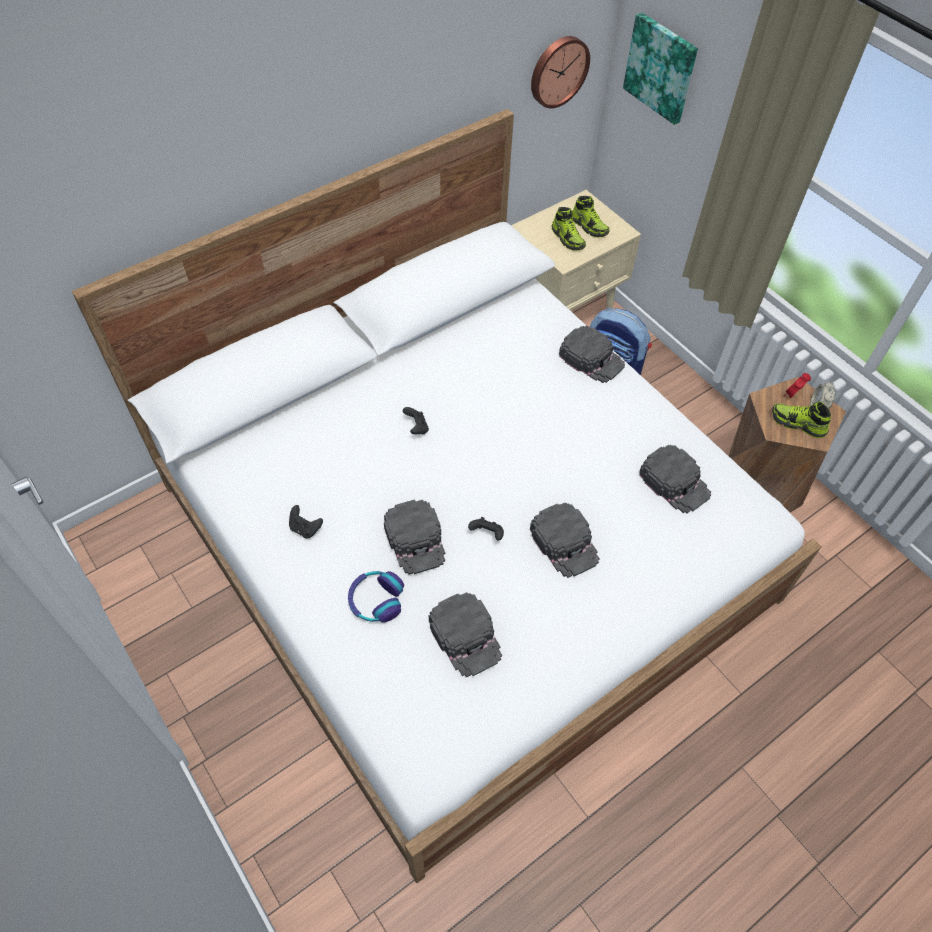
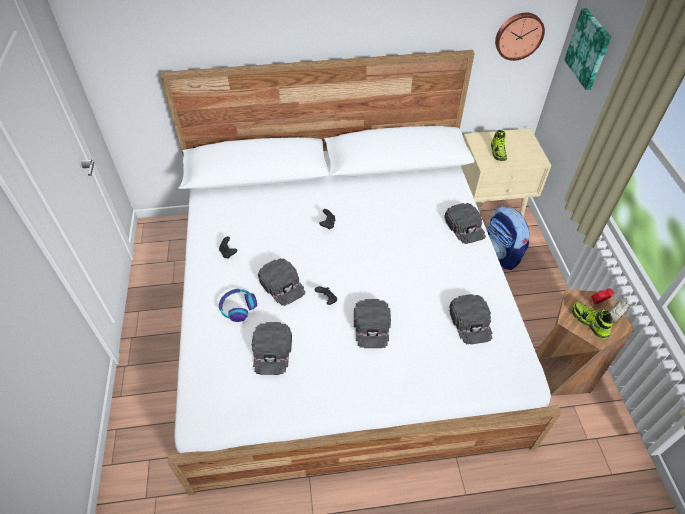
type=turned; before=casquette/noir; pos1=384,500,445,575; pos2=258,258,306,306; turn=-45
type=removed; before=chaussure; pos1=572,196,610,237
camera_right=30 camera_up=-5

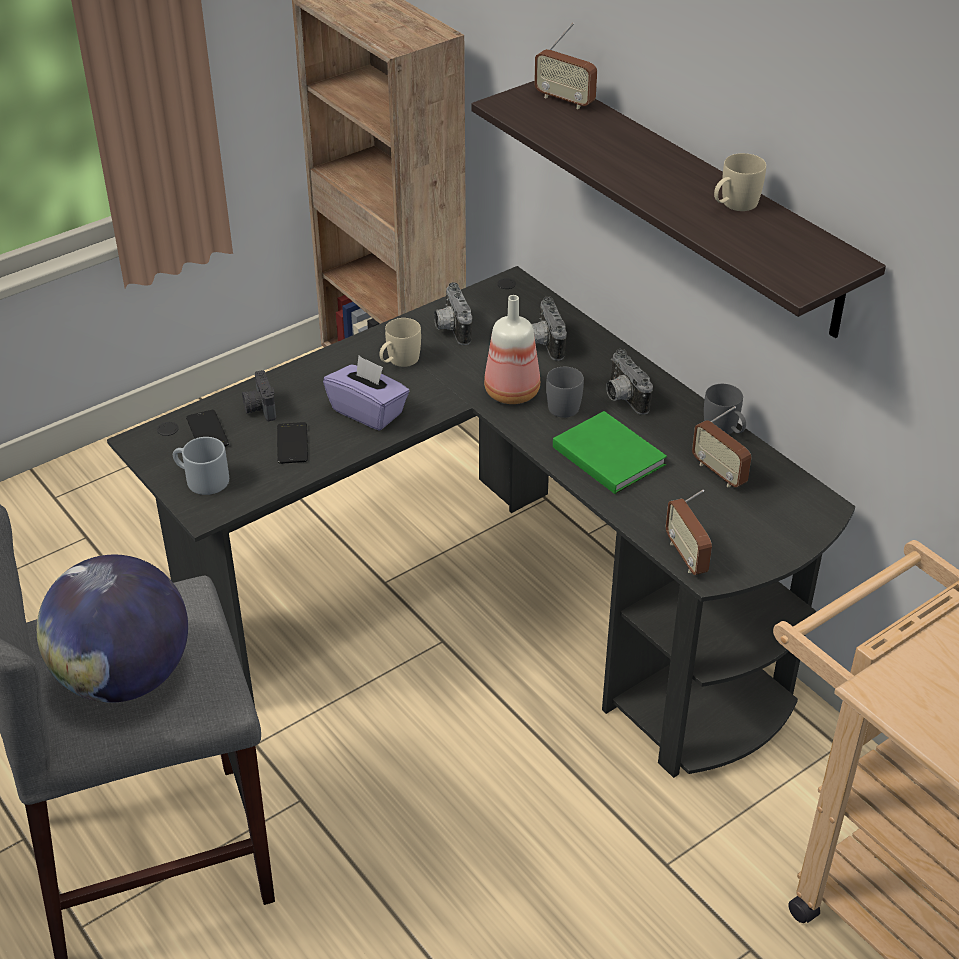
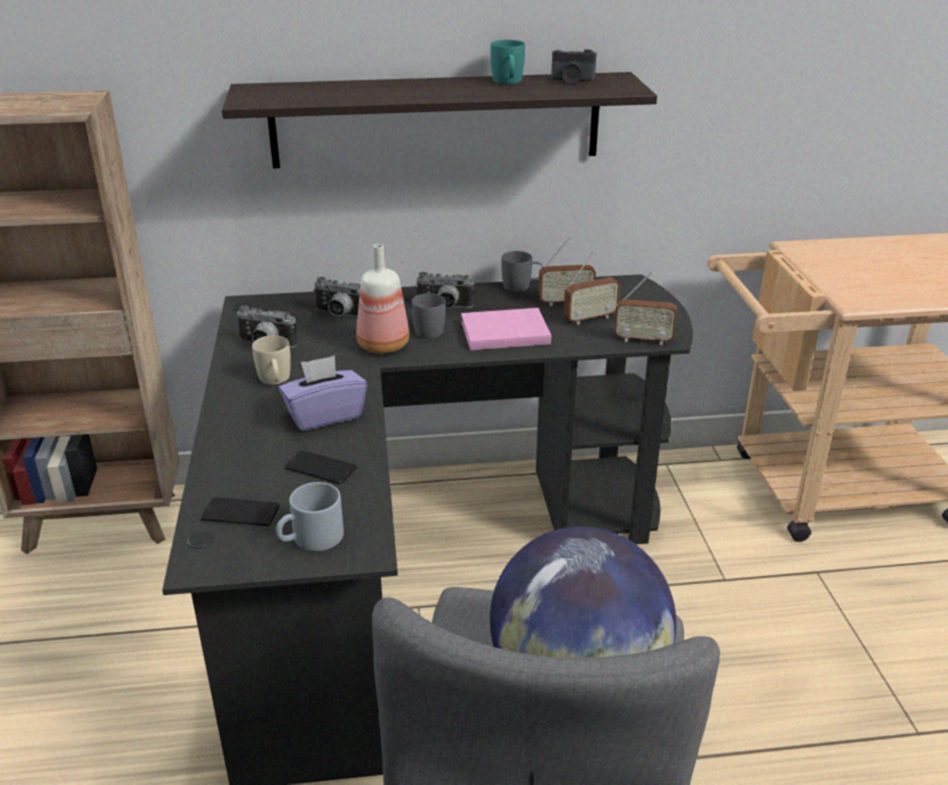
type=moved; before=appareil photo; pos1=242,370,276,421; pos2=551,49,597,84
type=moved; before=radio; pos1=534,22,597,109; pos2=564,253,620,325
type=recoloured; before=livre/vert; after=livre/rose; pos1=553,411,667,494; pos2=461,308,551,350
type=recoloured; before=mug/beige; after=mug/turquoise; pos1=714,153,766,211; pos2=491,40,525,84
camera_right=-60 camera_up=-10

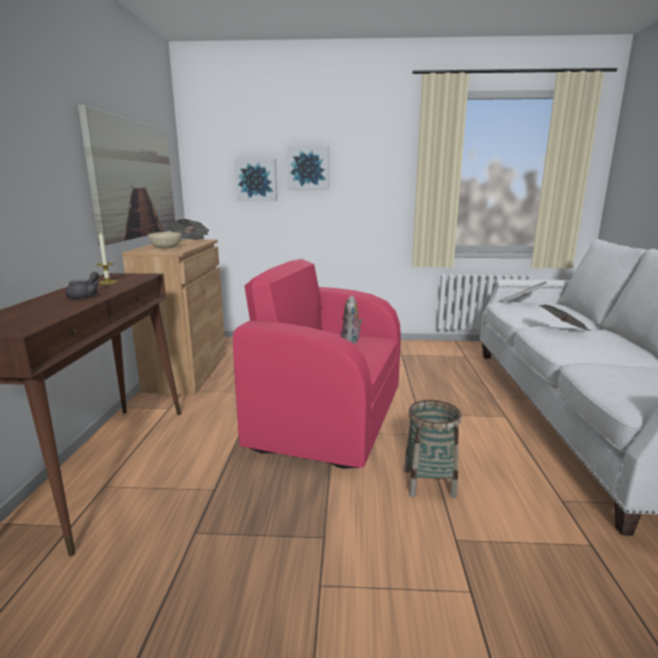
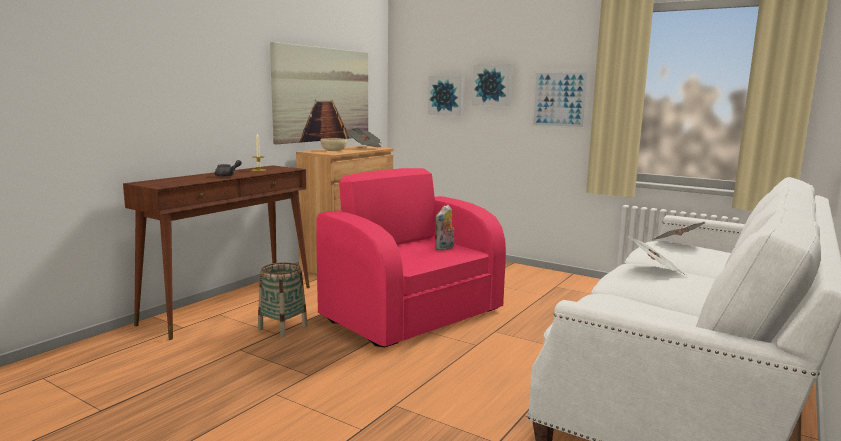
type=moved; before=panier; pos1=404,400,462,498; pos2=258,263,308,337
type=added; after=tableau; pos2=532,71,589,129
camera_right=30 camera_up=-5

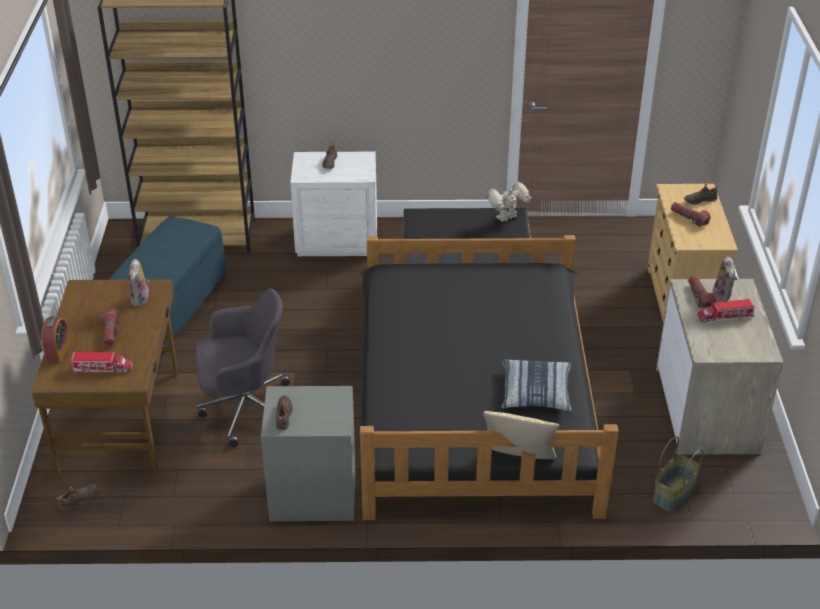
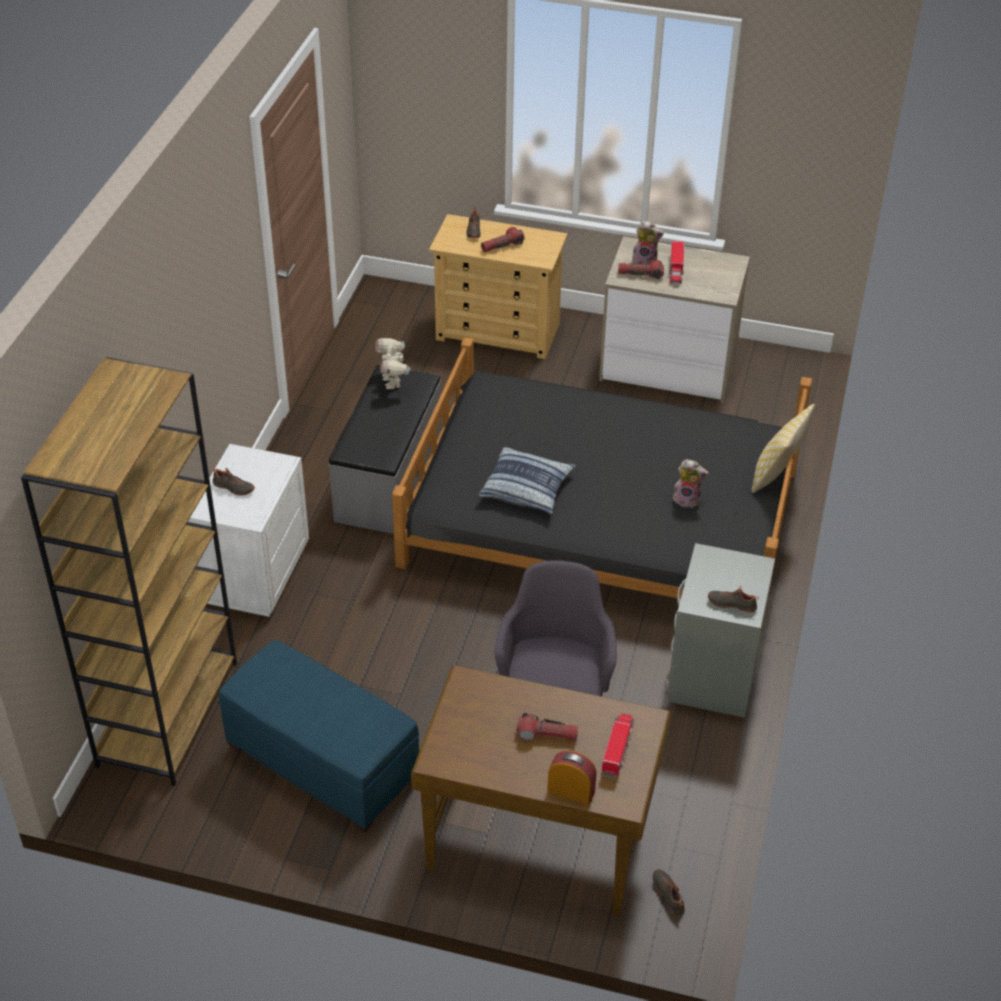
type=moved; before=peluche; pos1=129,259,150,307; pos2=673,459,709,508
type=moved; before=coussin; pos1=501,359,573,412; pos2=478,447,576,514
type=removed; before=panier; pos1=653,436,703,512
camera_right=-75 camera_up=5

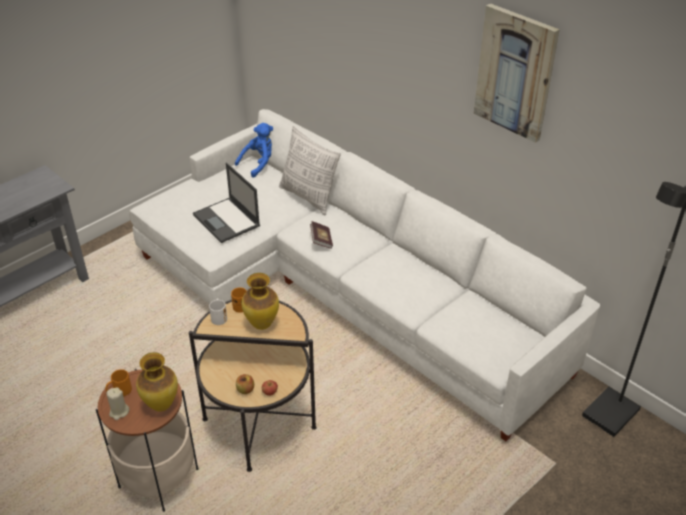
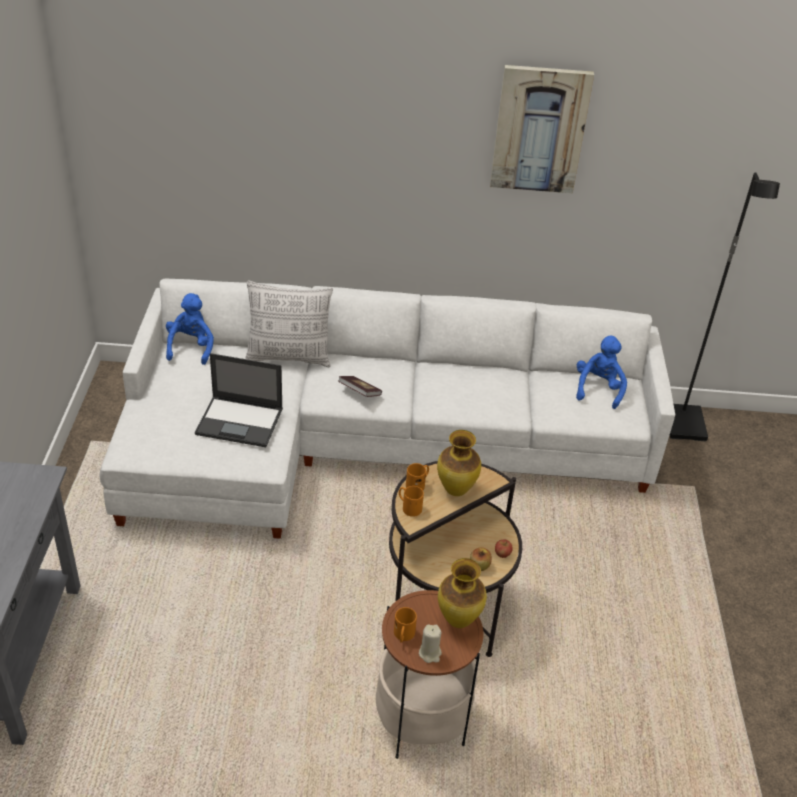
type=recoloured; before=mug/blanc; after=mug/orange; pos1=209,298,227,325; pos2=399,486,424,517
type=added; after=peluche/bleu; pos2=576,335,627,409
camera_right=-45 camera_up=0

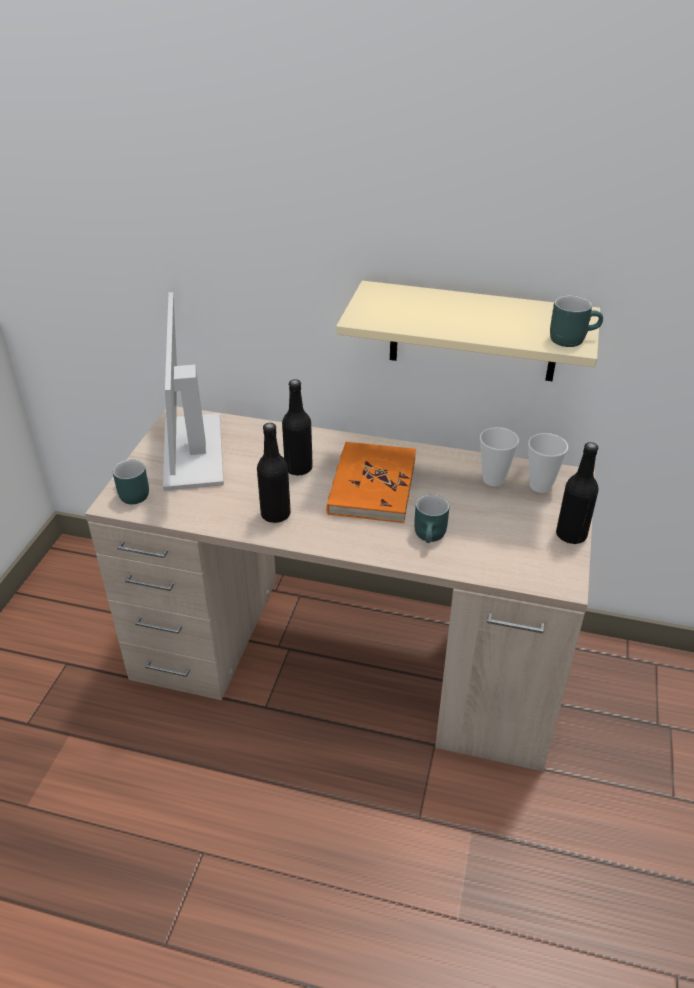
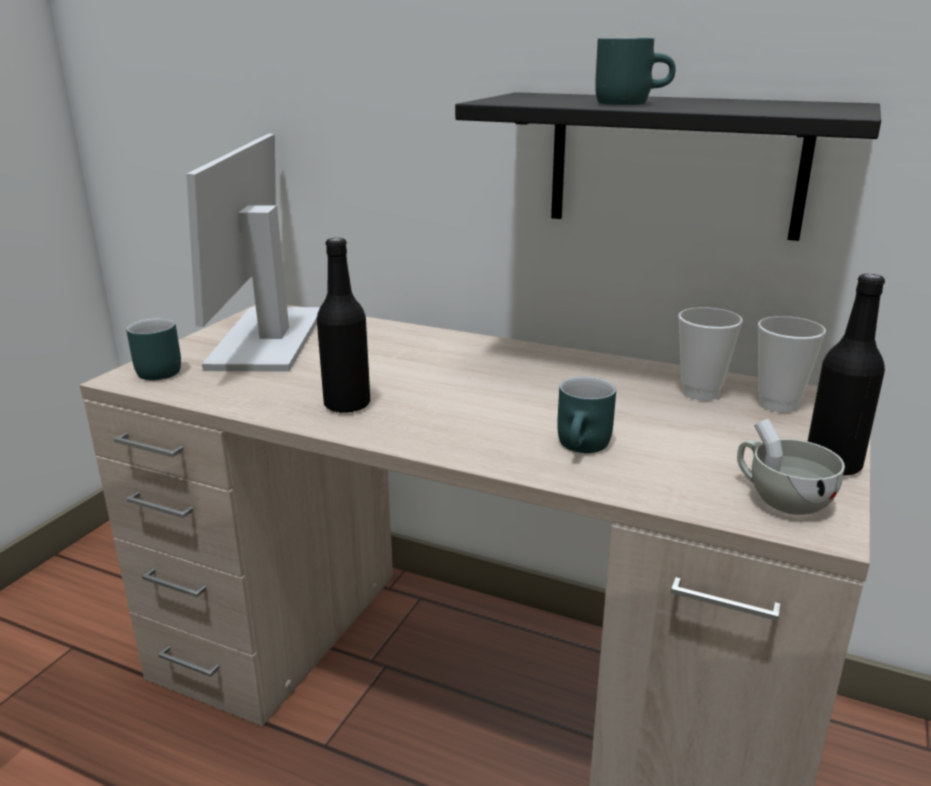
type=removed; before=bouteille/noir; pos1=282,379,313,475
type=removed; before=livre/orange; pos1=326,442,416,523
type=recoloured; before=étagère/beige; after=étagère/noir; pos1=336,281,600,381; pos2=455,92,881,241
type=moved; before=mug/turquoise; pos1=550,295,603,347; pos2=595,38,676,105
type=added; after=tasse/blanc; pos2=737,419,845,515
camera_right=10 camera_up=-15

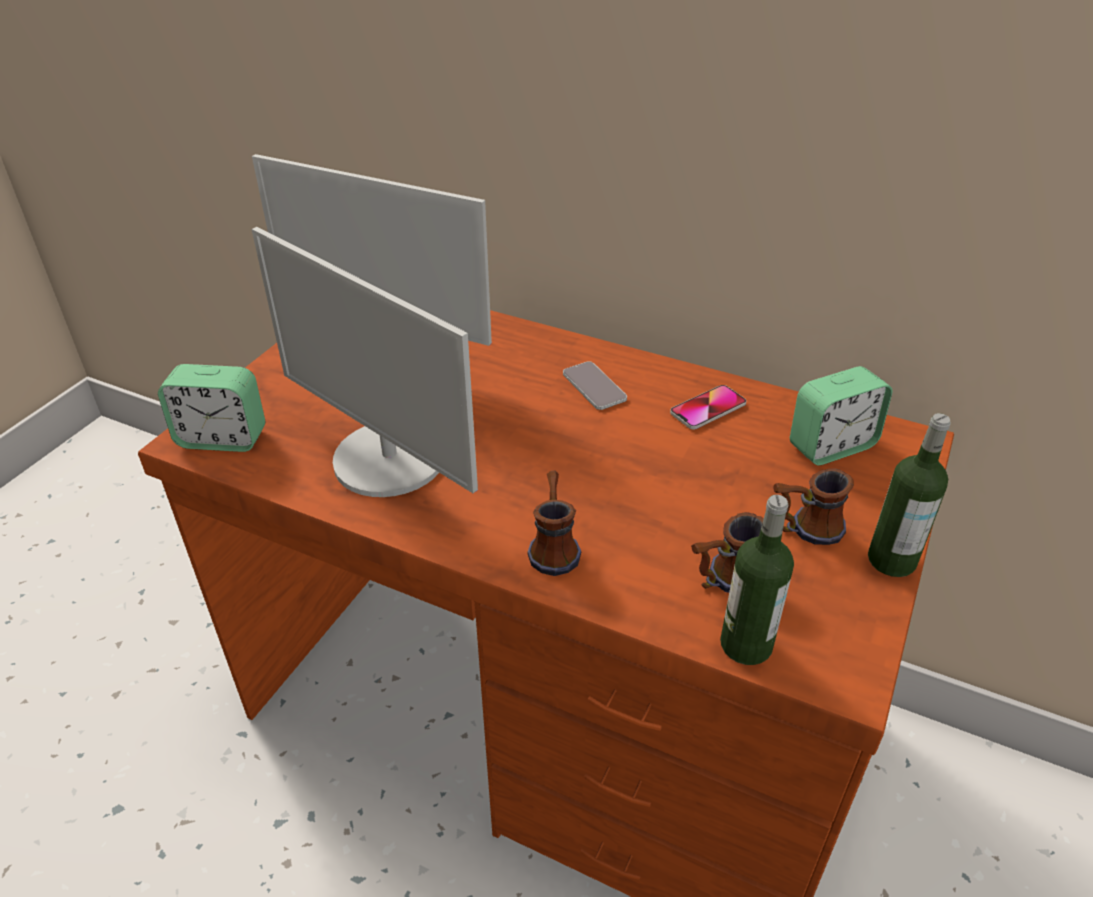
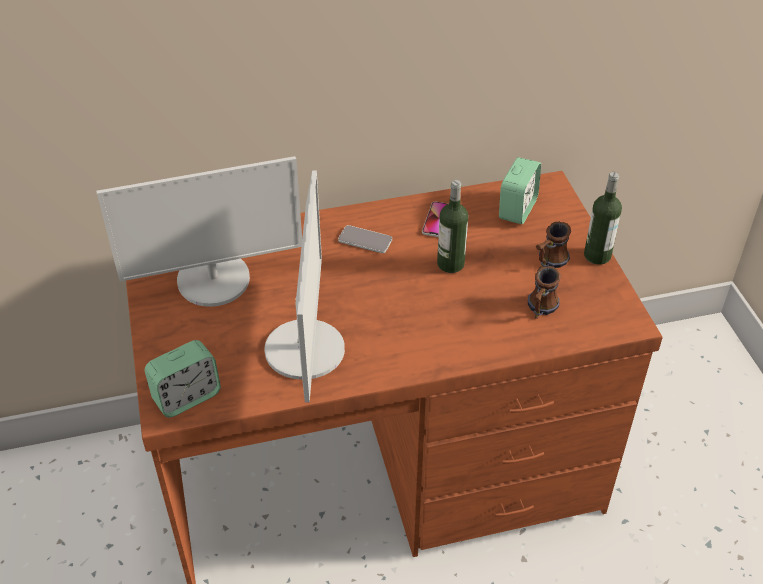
type=turned; before=écran d'ordinateur; pos1=252,227,478,497; pos2=264,170,345,403; turn=-90
type=removed; before=mug; pos1=527,470,581,576
type=moved; before=bouteille; pos1=720,495,794,665; pos2=437,180,468,273
camera_right=-40 camera_up=5

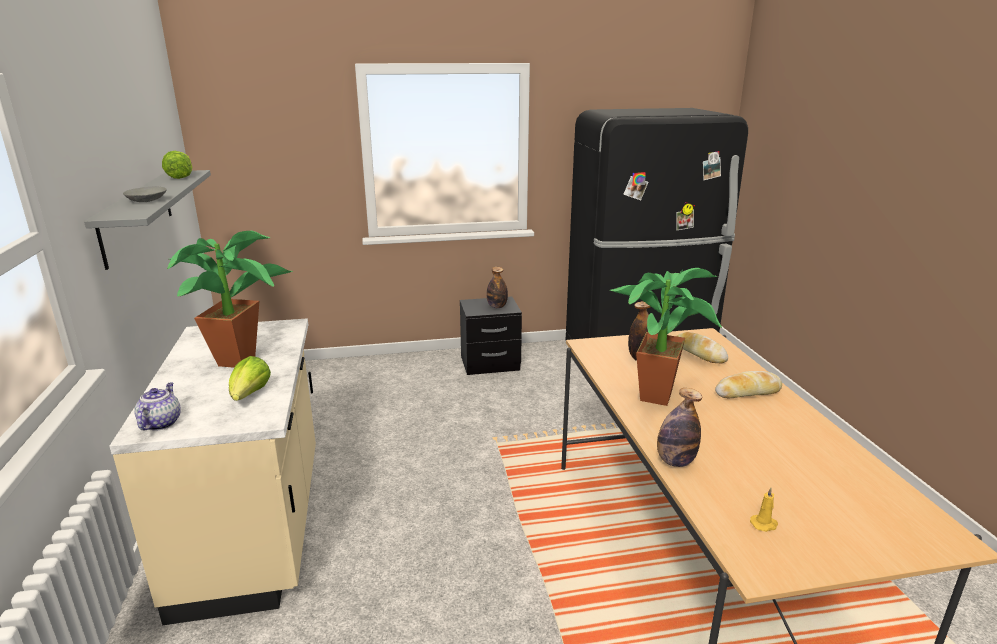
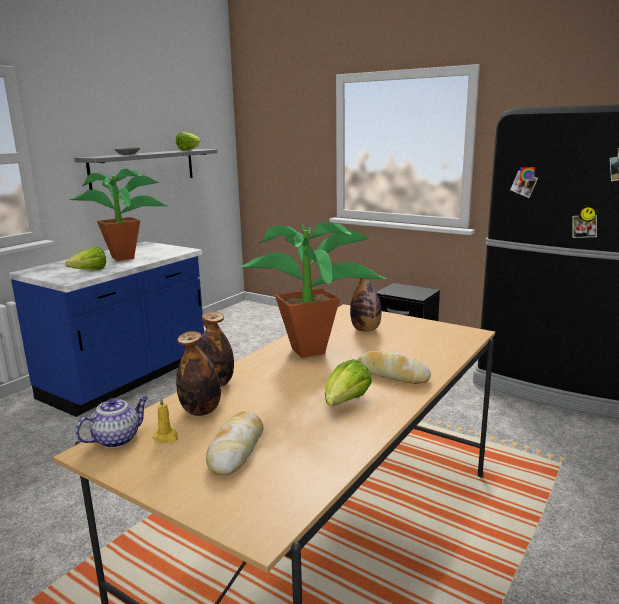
type=recoloured; before=comptoir de cuisine/beige; after=comptoir de cuisine/bleu; pos1=109,318,316,625; pos2=9,242,204,417
type=moved; before=théière; pos1=134,382,181,431; pos2=75,397,148,448
type=moved; before=bouteille; pos1=487,267,508,308; pos2=176,331,221,416
type=moved; before=pain; pos1=677,332,728,363; pos2=206,411,264,475
type=added; after=laitue; pos2=325,359,372,406
camera_right=45 camera_up=-5

